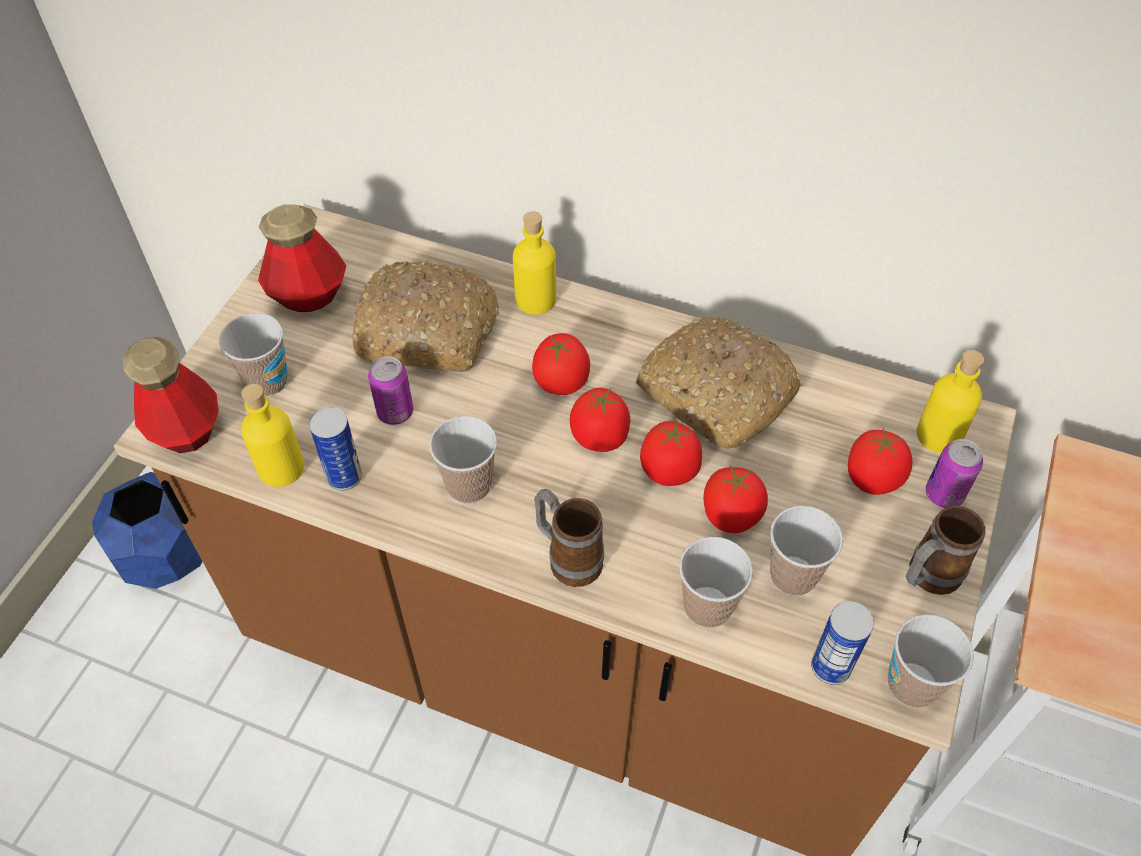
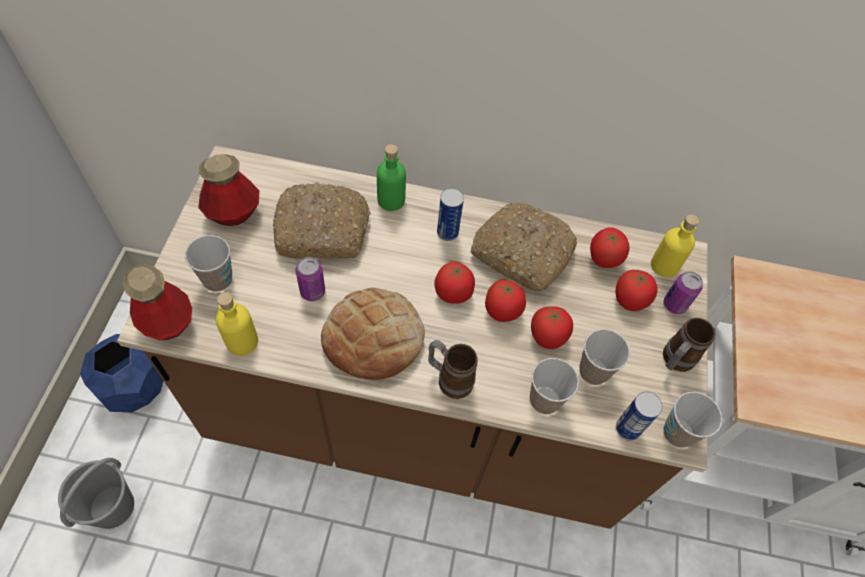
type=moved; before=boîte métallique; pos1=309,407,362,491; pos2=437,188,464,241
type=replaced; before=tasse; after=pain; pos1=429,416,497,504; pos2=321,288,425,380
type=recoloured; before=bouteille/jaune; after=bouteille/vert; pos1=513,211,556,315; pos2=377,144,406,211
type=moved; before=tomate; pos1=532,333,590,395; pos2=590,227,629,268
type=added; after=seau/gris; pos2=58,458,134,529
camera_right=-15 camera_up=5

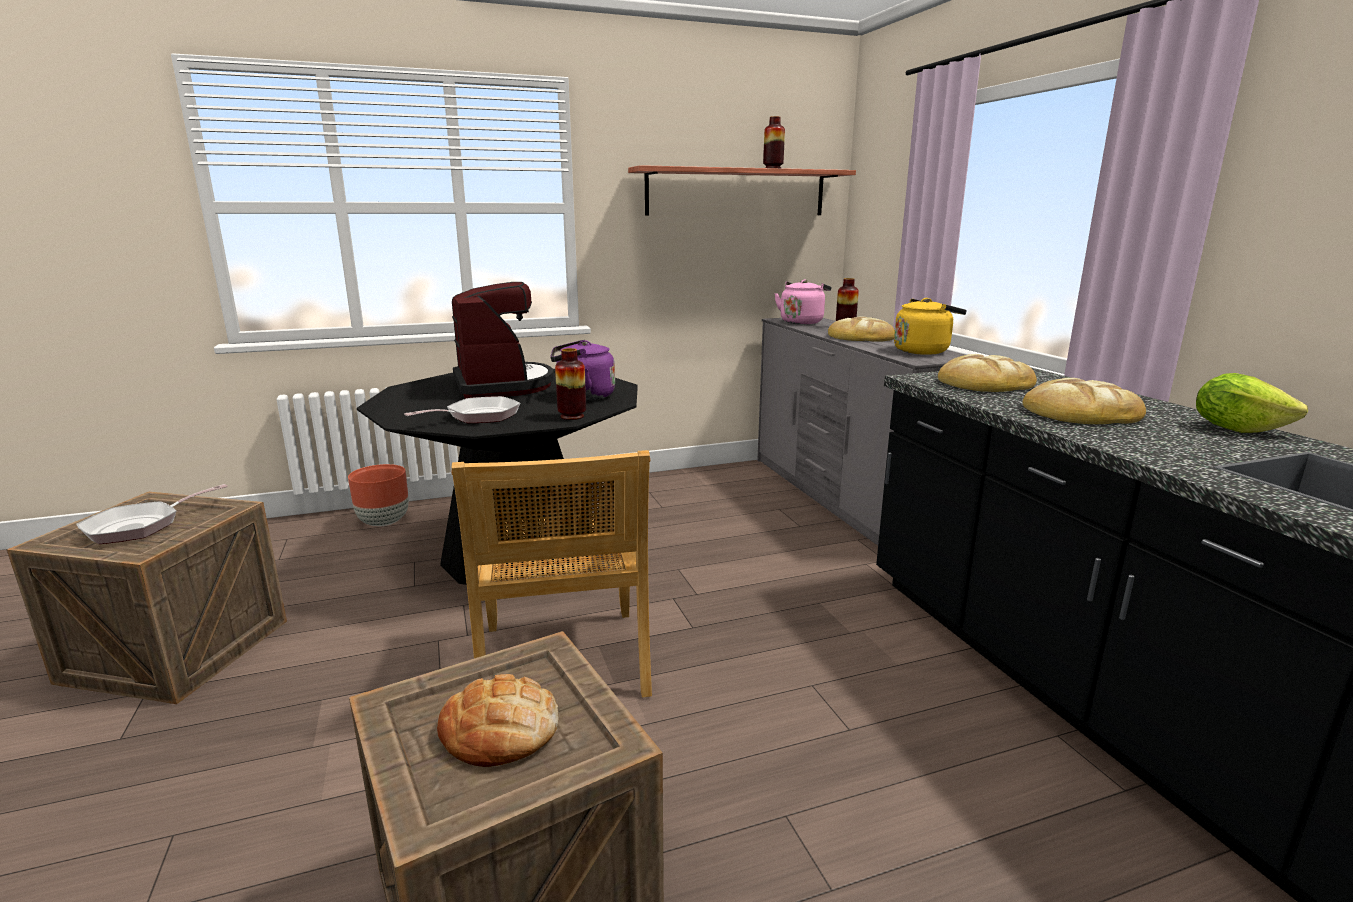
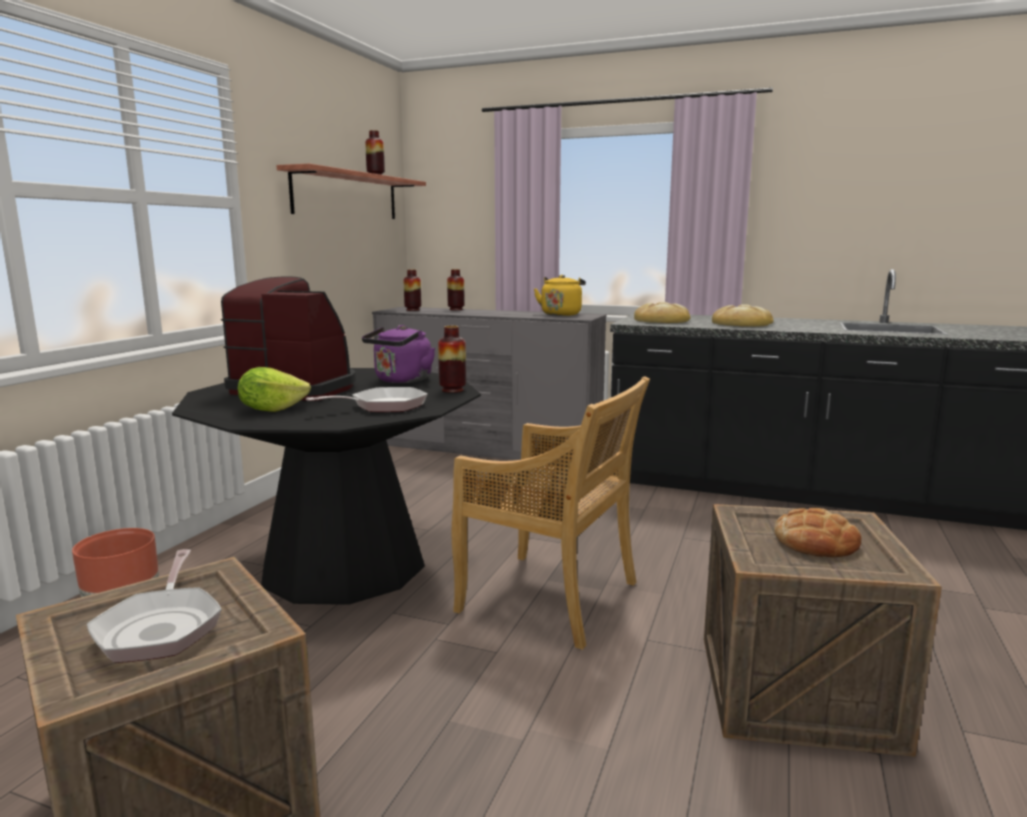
type=turned; before=poêle; pos1=404,396,520,423; pos2=306,387,427,412; turn=60
type=replaced; before=bouilloire/rose; after=vase; pos1=774,280,831,324; pos2=404,269,421,311
type=removed; before=pain; pos1=828,316,895,342
type=moved; before=laitue; pos1=1196,373,1308,433; pos2=238,367,311,412
camera_right=-50 camera_up=-5

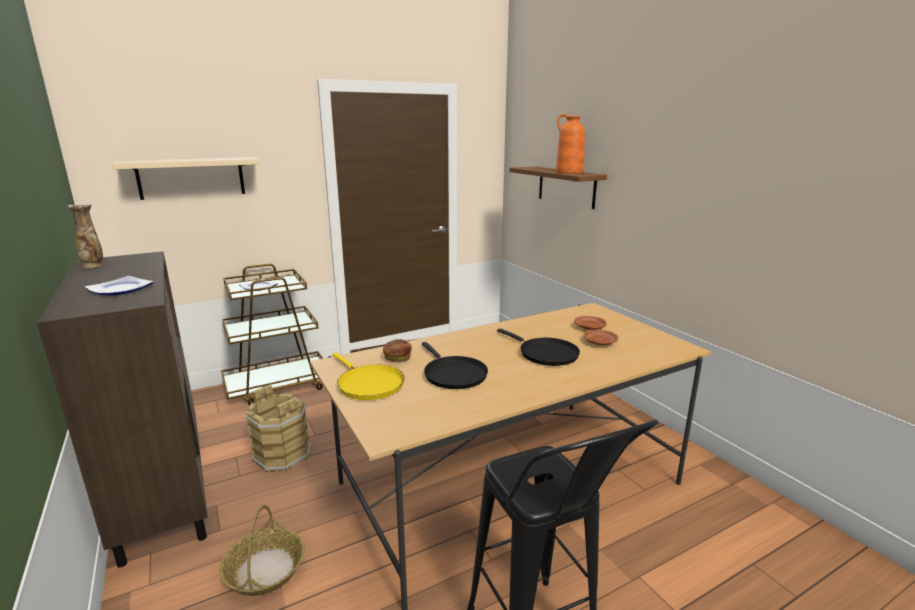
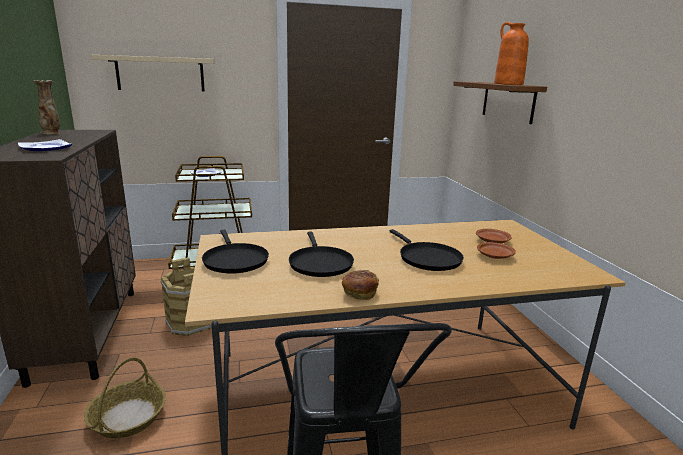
type=recoloured; before=poêle/jaune; after=poêle/noir; pos1=332,352,404,400; pos2=202,230,269,274
type=moved; before=pain; pos1=383,339,412,362; pos2=342,270,379,300
camera_right=15 camera_up=0

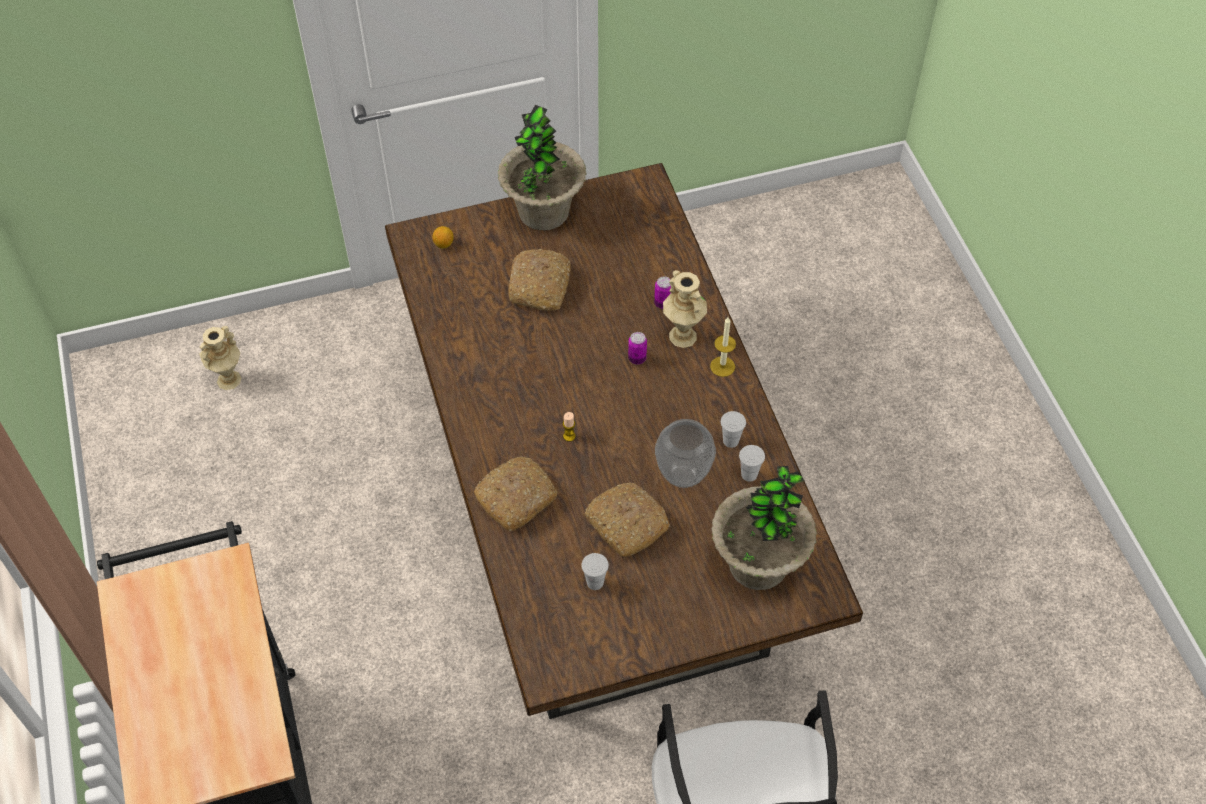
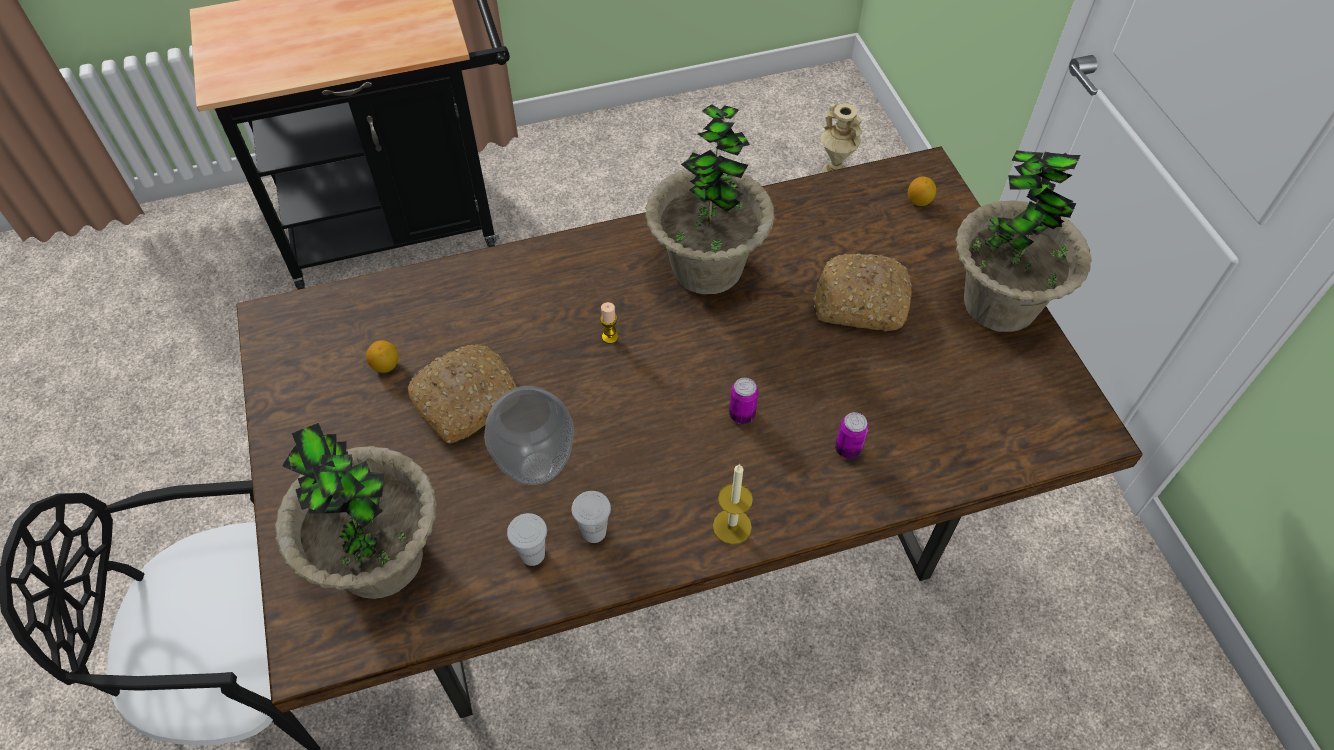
type=removed; before=pain; pos1=474,456,558,531
type=replaced; before=tasse/blanc; after=citron; pos1=581,553,609,590; pos2=366,340,398,373
type=removed; before=vase/beige; pos1=663,270,707,348
type=added; after=plante en pot; pos2=645,104,775,294
camera_right=90 camera_up=0

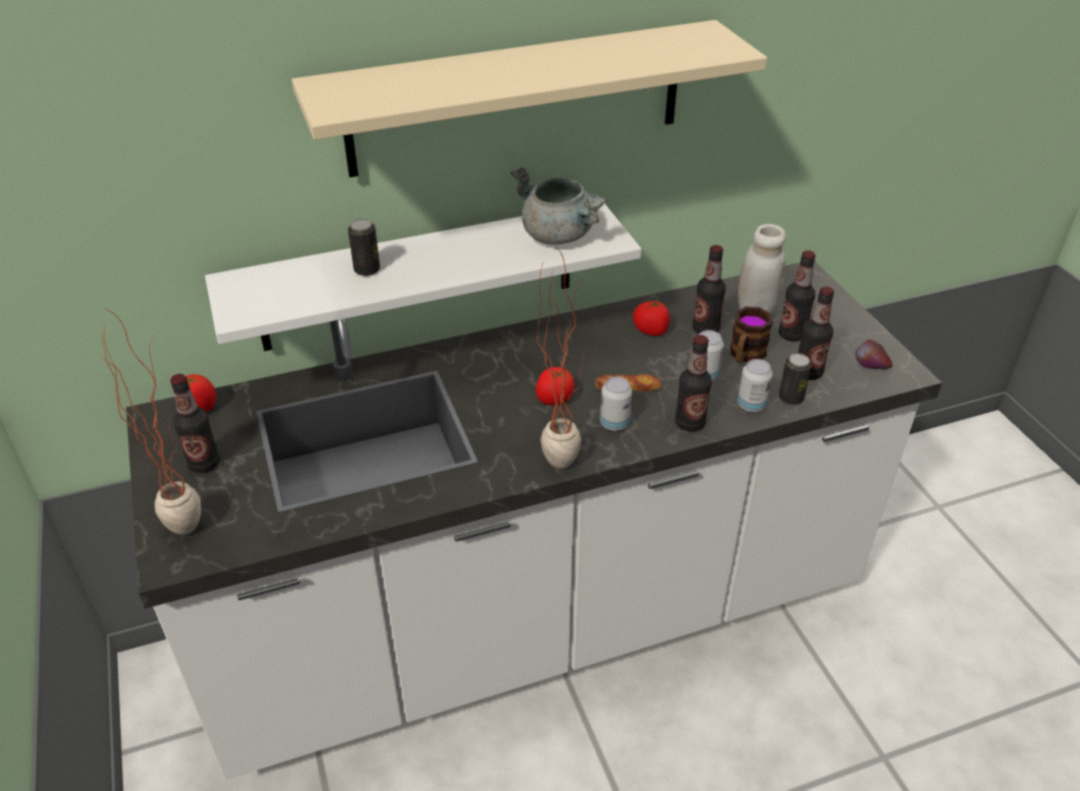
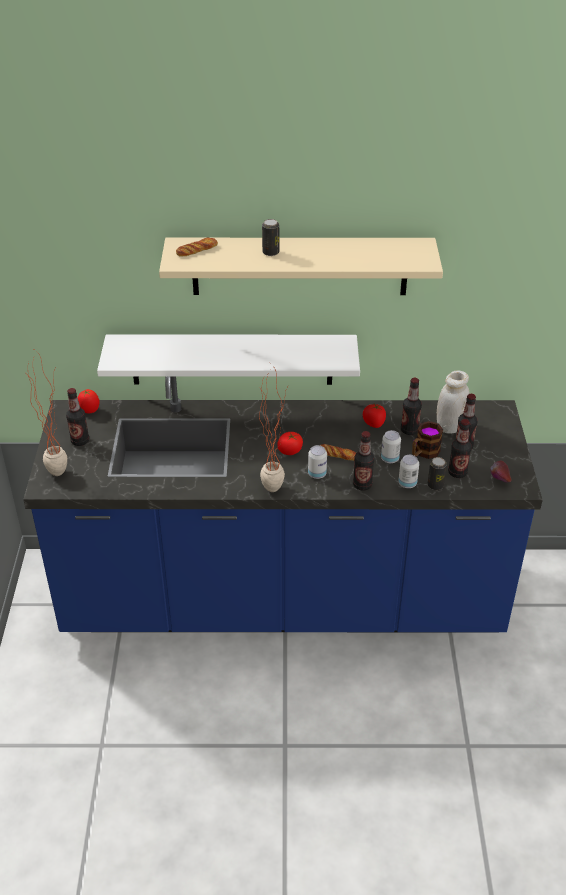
type=recoloured; before=comptoir de cuisine/blanc; after=comptoir de cuisine/bleu; pos1=126,262,942,780; pos2=23,376,543,633
type=moved; before=boîte métallique; pos1=348,219,380,276; pos2=262,219,279,256
type=removed; before=marmite/gris; pos1=511,167,606,245
type=added; after=pain; pos2=176,238,218,257
camera_right=20 camera_up=0

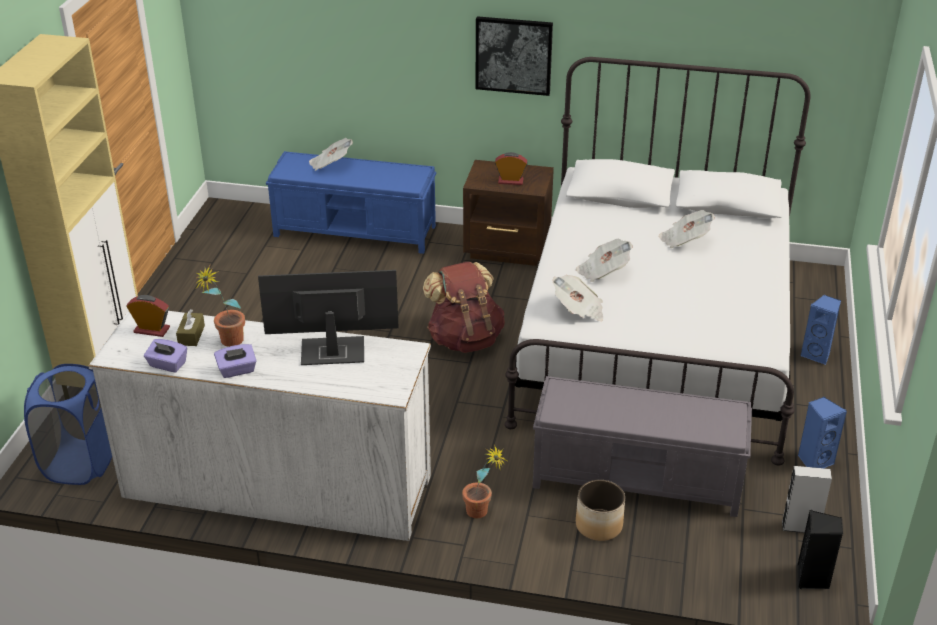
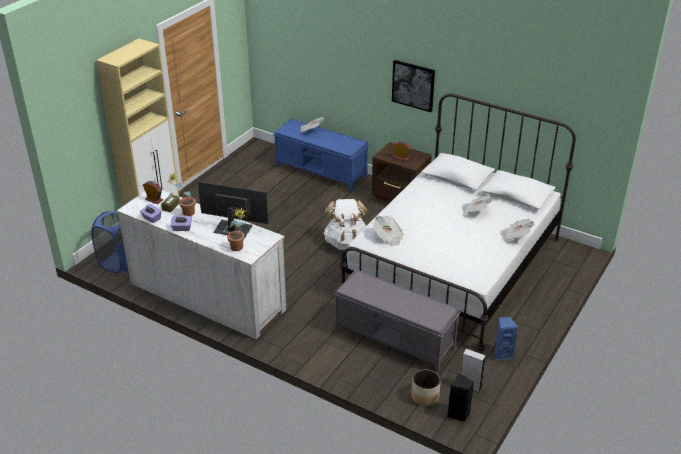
type=recoloured; before=sac à dos/marron; after=sac à dos/blanc; pos1=423,262,505,353; pos2=323,199,367,250
type=moved; before=plante en pot; pos1=462,445,507,518; pos2=227,207,247,251
type=moved; before=journal; pos1=576,238,633,282; pos2=499,219,534,241
type=moved; before=cache-pot; pos1=576,480,625,541; pos2=411,369,441,406
type=removed; before=enceinte/bleu; pos1=801,295,841,365
camera_right=20 camera_up=0

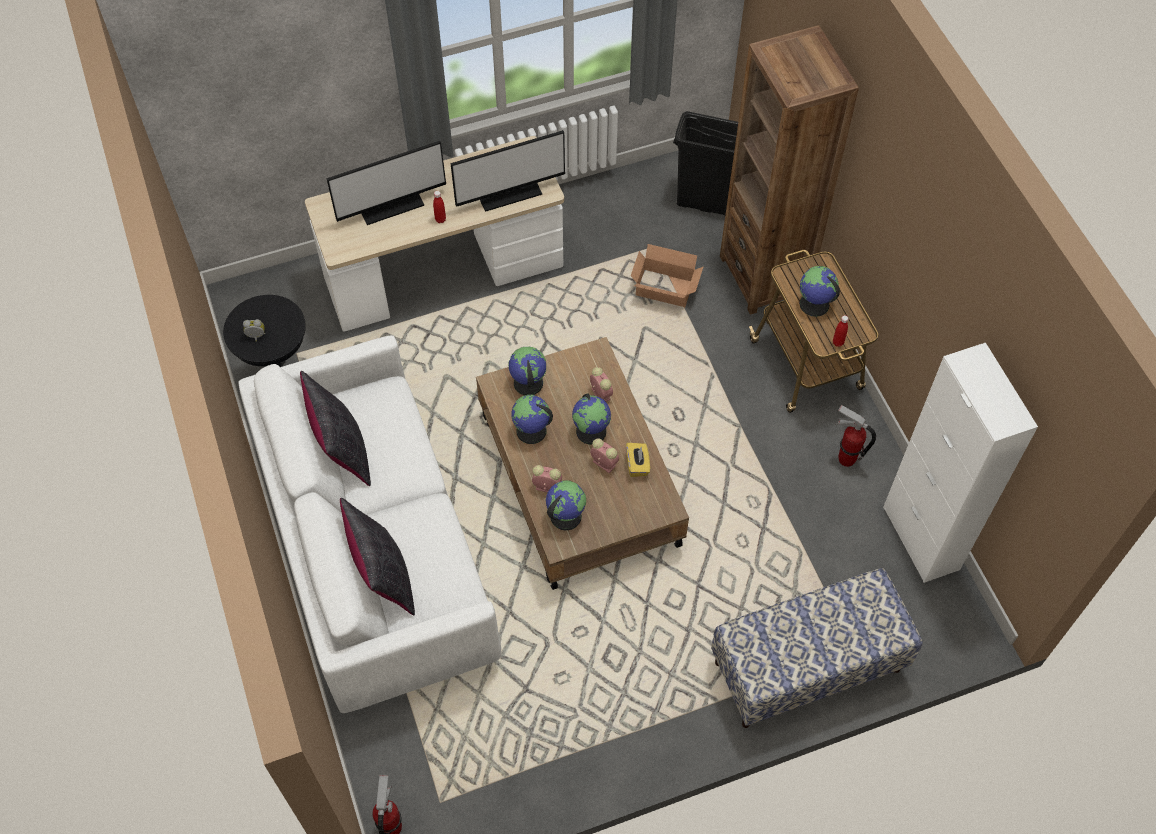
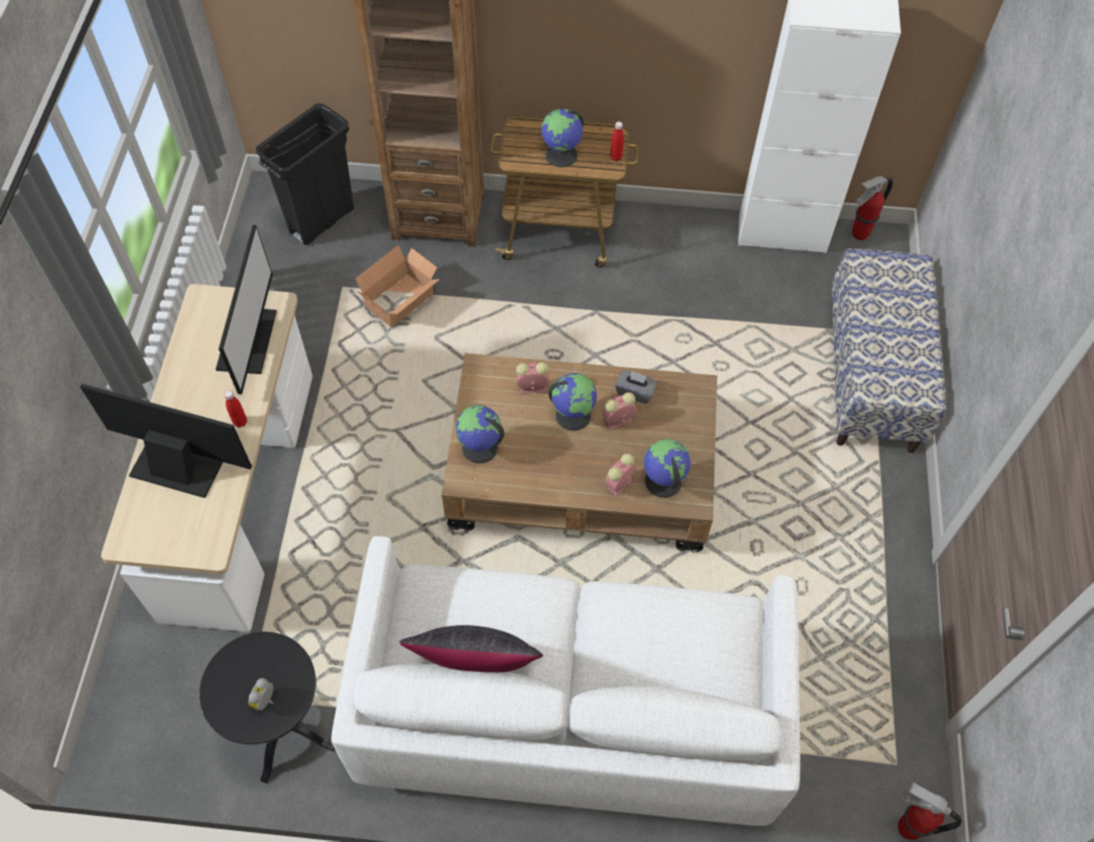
type=turned; before=écran d'ordinateur; pos1=327,141,446,225; pos2=80,384,252,498; turn=-75
type=removed; before=coussin/noir; pos1=340,498,415,616
type=removed; before=globe; pos1=511,395,553,444
type=recoloured; before=boîte à mouchoirs/jaune; after=boîte à mouchoirs/gris; pos1=626,443,650,477; pos2=615,370,657,404
type=moved; before=extincteur; pos1=835,405,876,467; pos2=852,176,893,240
camera_right=-65 camera_up=0

